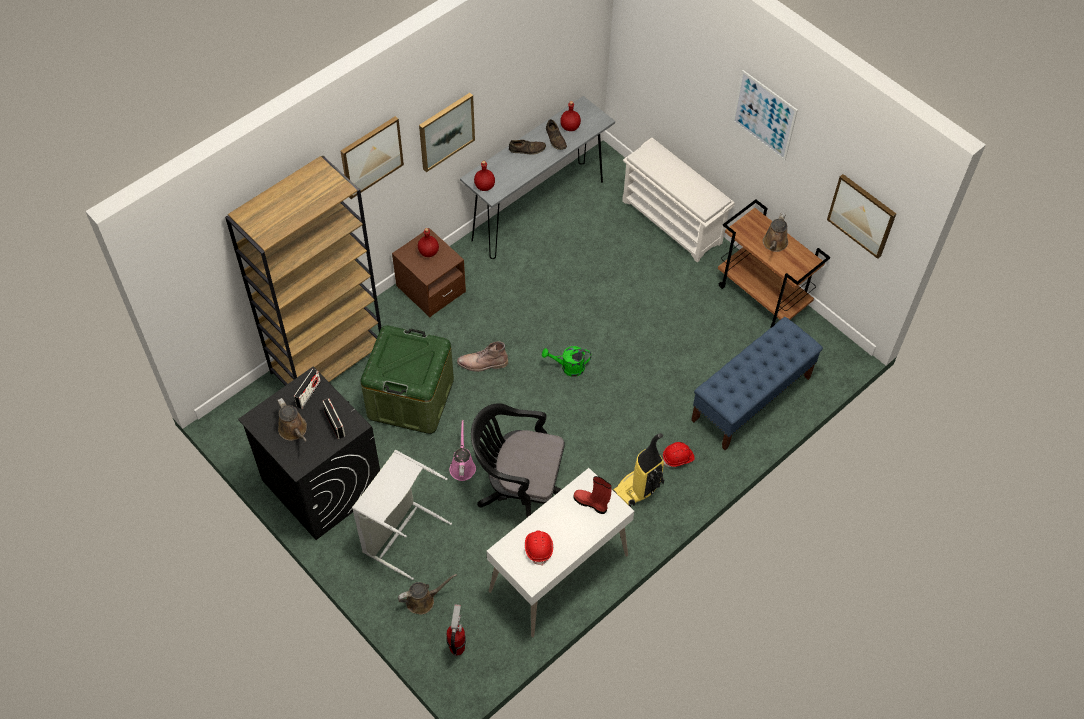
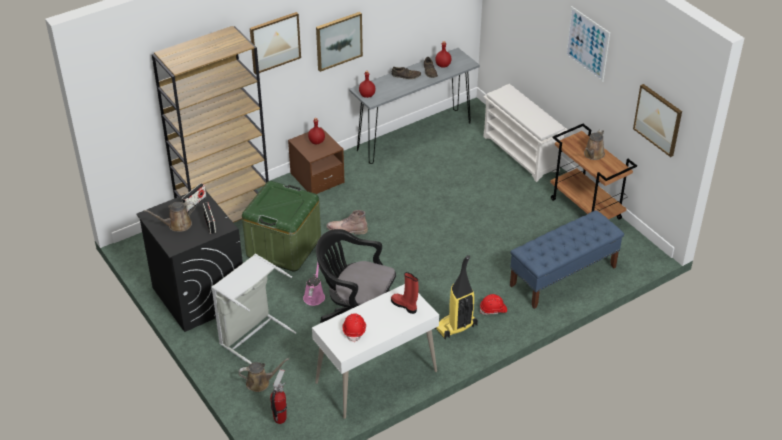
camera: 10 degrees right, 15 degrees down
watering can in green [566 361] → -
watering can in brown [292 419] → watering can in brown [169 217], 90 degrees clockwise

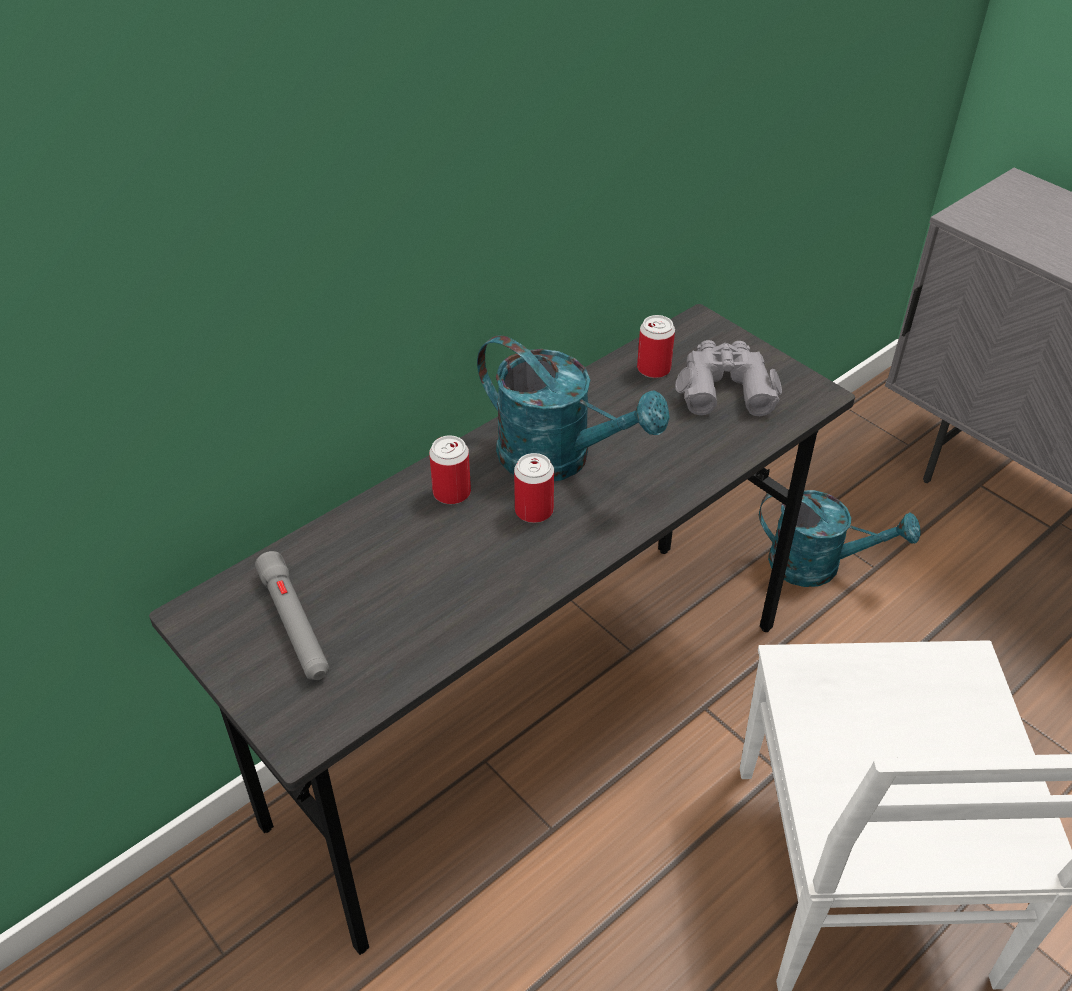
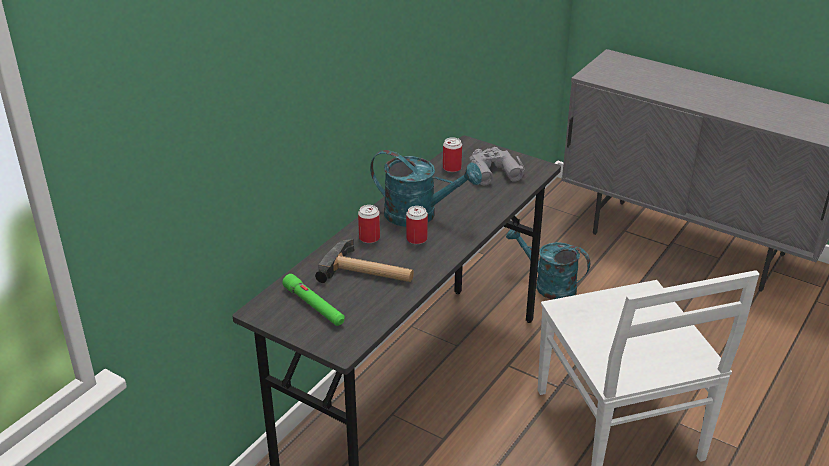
camera: 15 degrees left, 10 degrees down
- → hammer [364 261]
flashlight in grey [292 615] → flashlight in green [313 300]
watering can in turquoise [840 538] → watering can in turquoise [548 264], 150 degrees counterclockwise

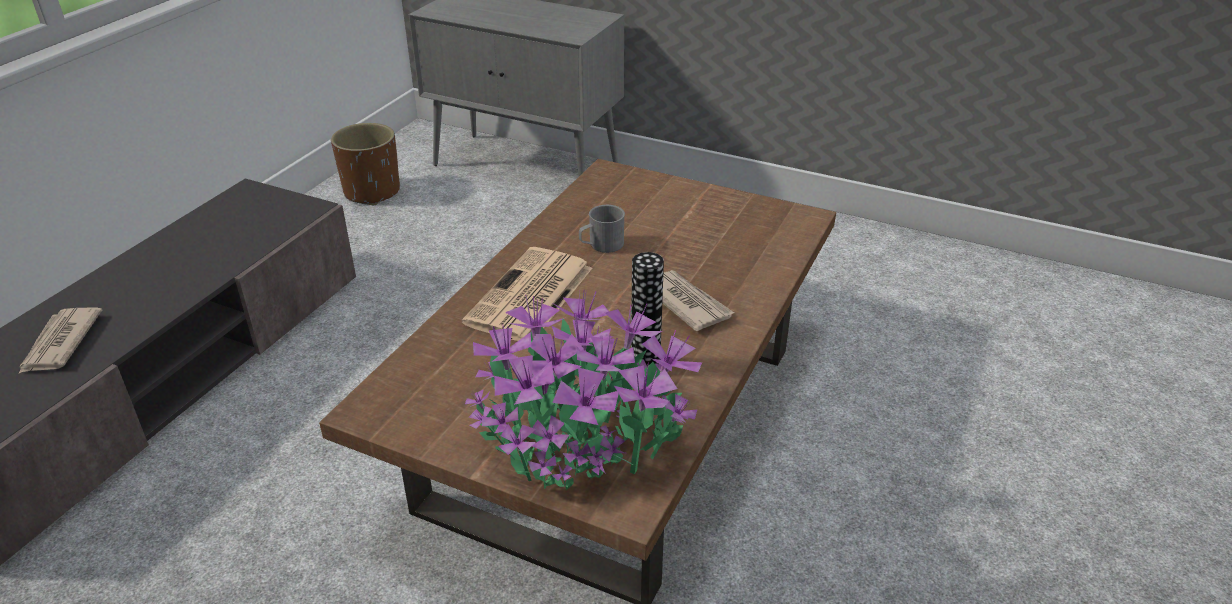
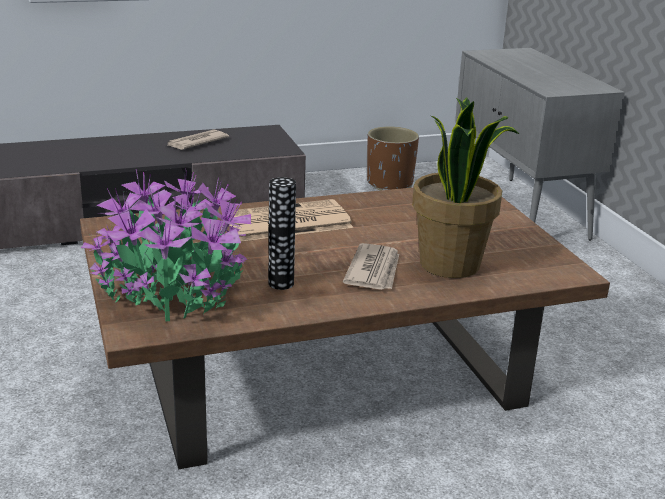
camera: 45 degrees right, 10 degrees down
mug in grey [602 229] → -
- → potted plant [465 187]
newspaper [60 340] → newspaper [198 140], moved

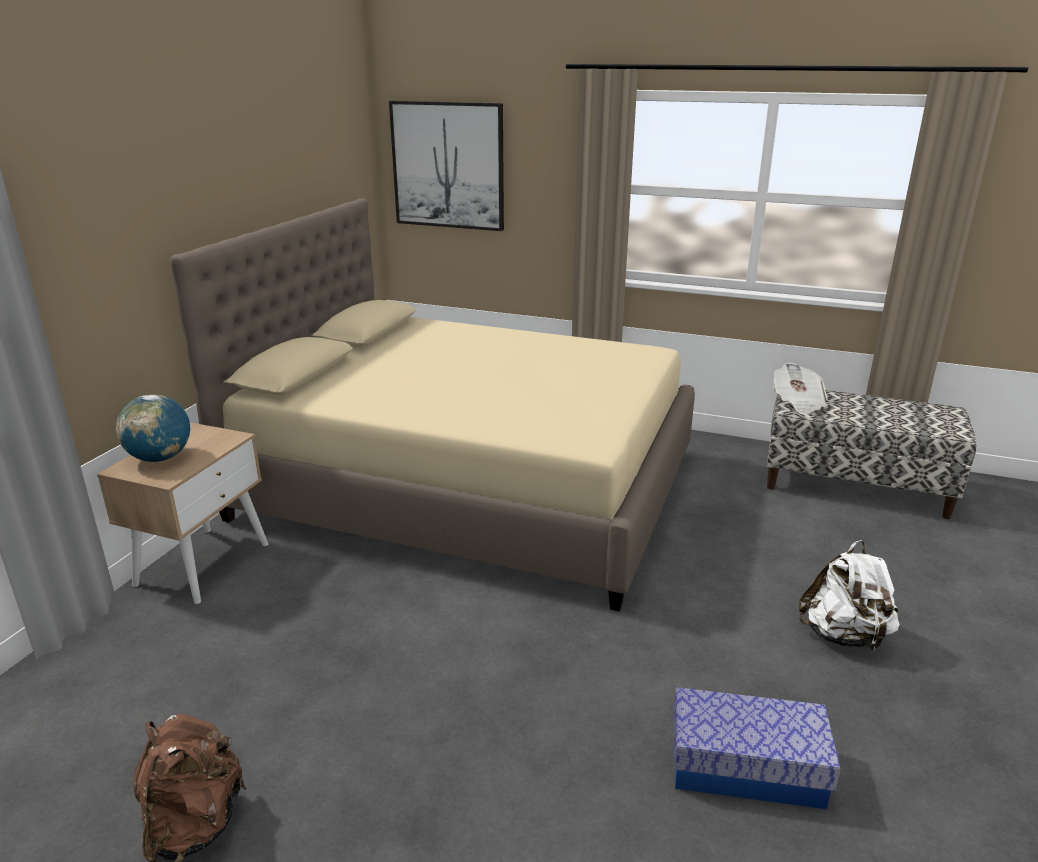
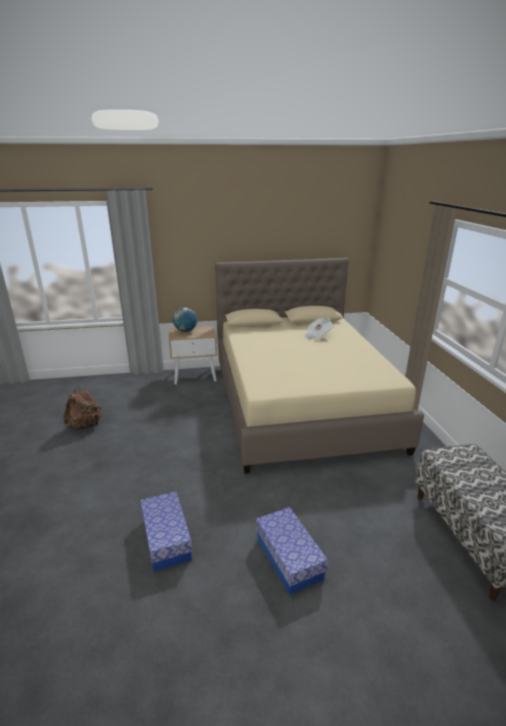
camera: 60 degrees right, 0 degrees up
picture [446 166] → -
newspaper [801 389] → newspaper [318 329], moved
backpack in white [849 595] → storage box [292 551]

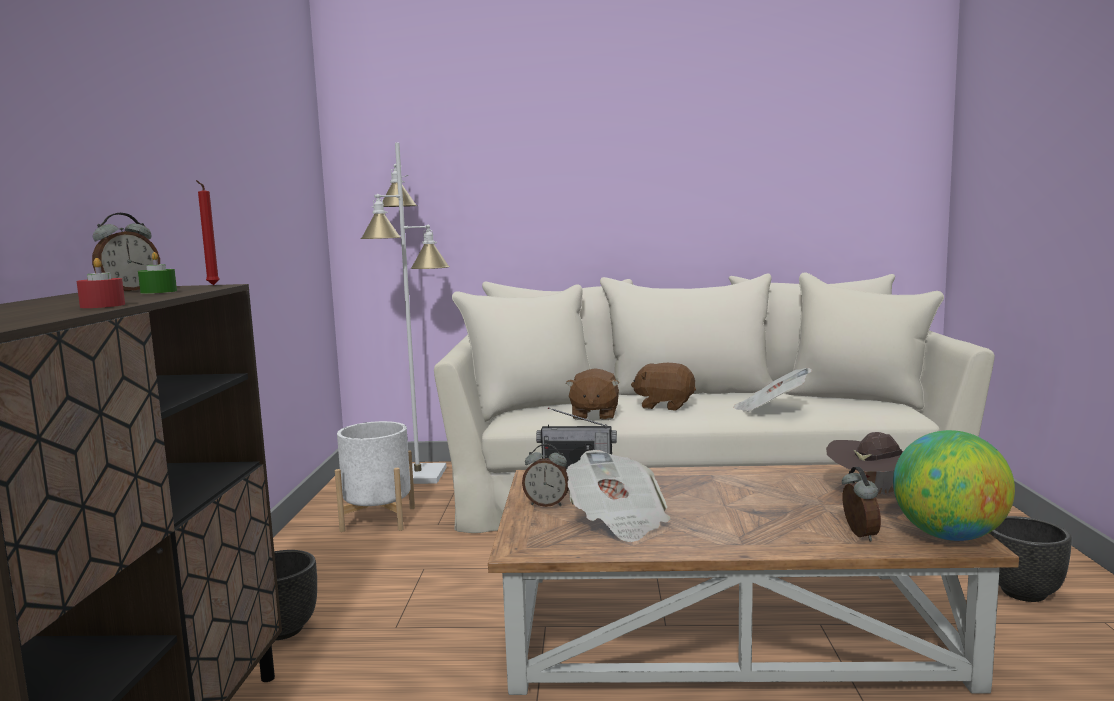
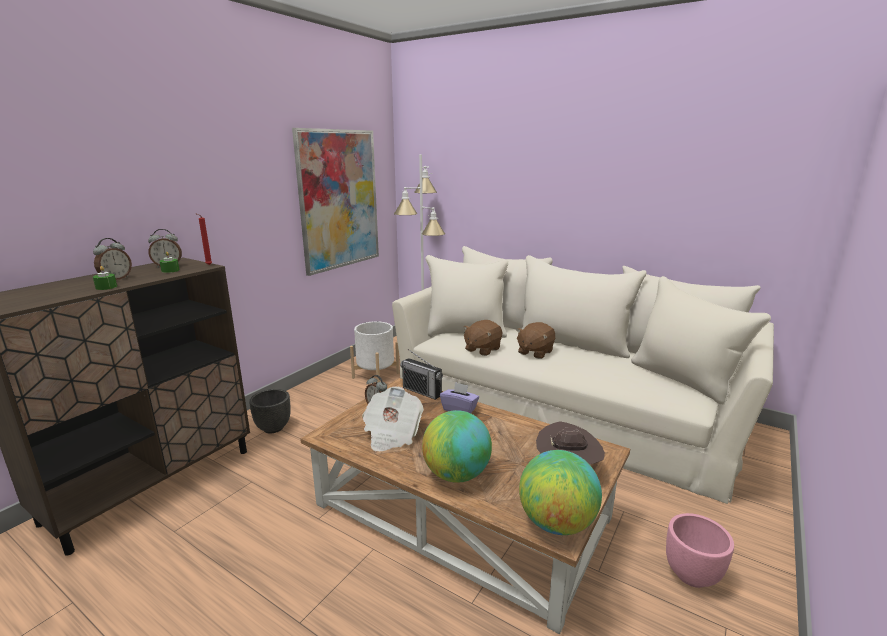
camera: 30 degrees right, 10 degrees up
newspaper [772 390] → -
- → picture [335 202]
- → globe [457 446]
- → tissue box in purple [459 397]
alarm clock [861 503] → alarm clock [112 259], moved
candle in red [100 283] → candle in green [105 278]
planter in black [1031 559] → planter in pink [700 550]
plush toy in brown [663 387] → plush toy in brown [535 340], 105 degrees counterclockwise

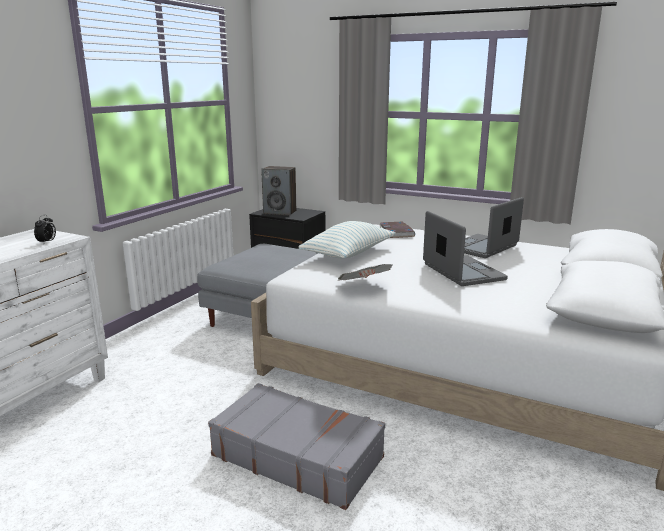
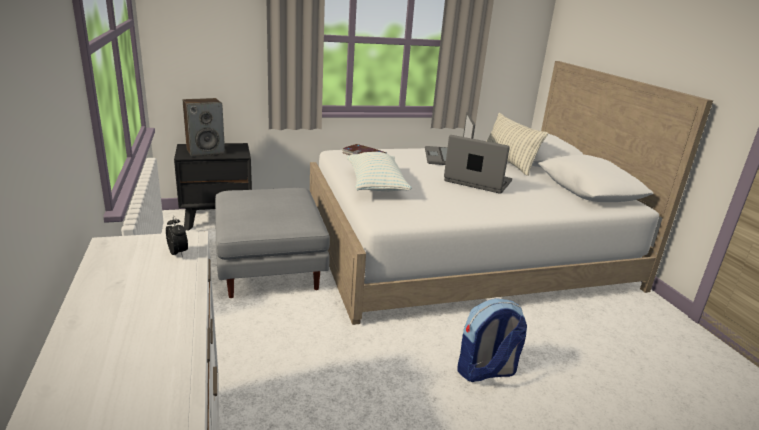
camera: 45 degrees left, 5 degrees up
newspaper [364 272] → -
- → pillow [517 144]
suitcase in grey [296 446] → backpack [492 340]

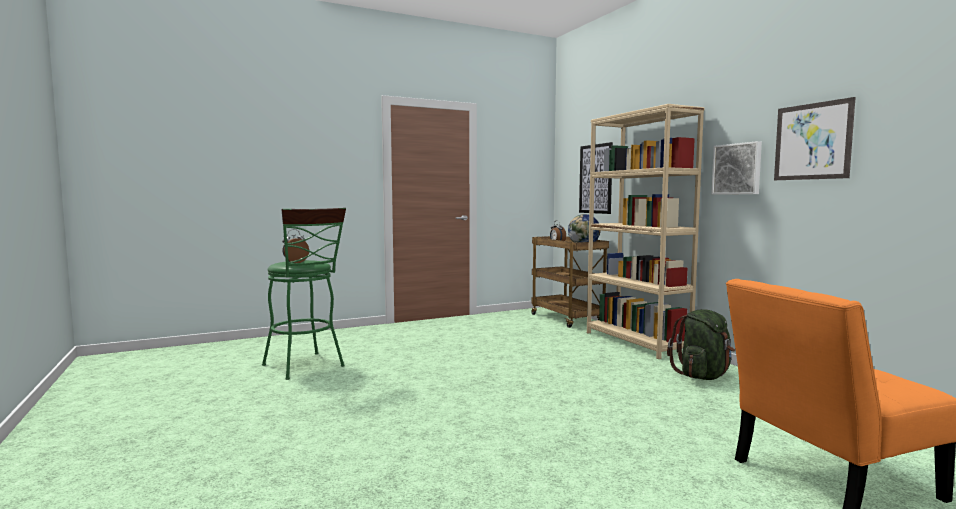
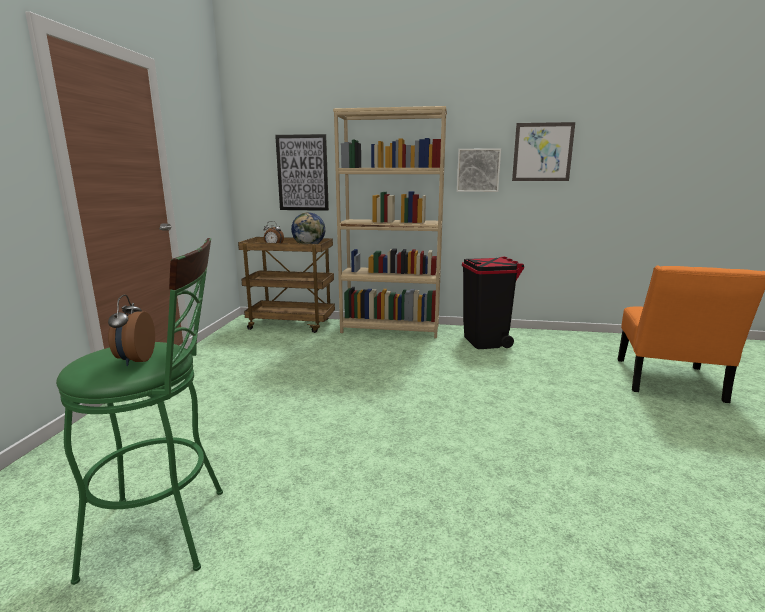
camera: 55 degrees left, 10 degrees up
backpack in green [701 344] → trash can in black [493 303]

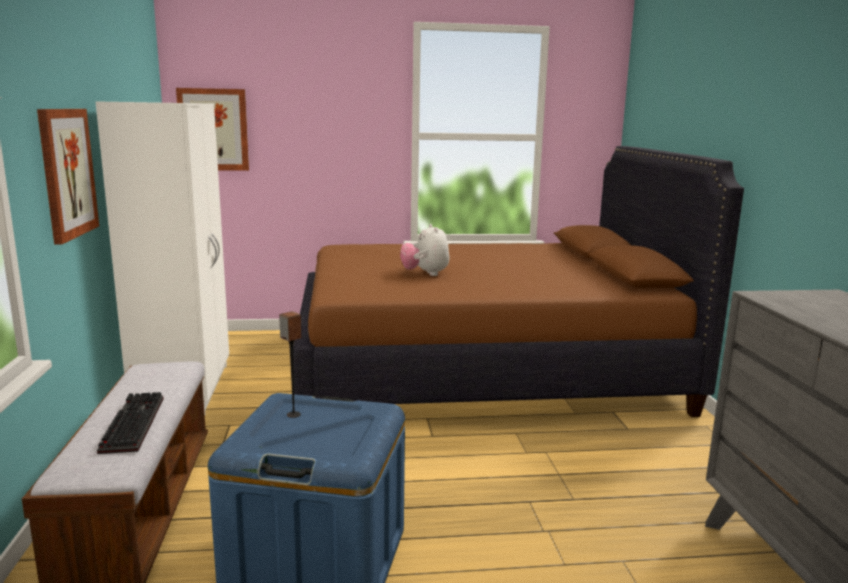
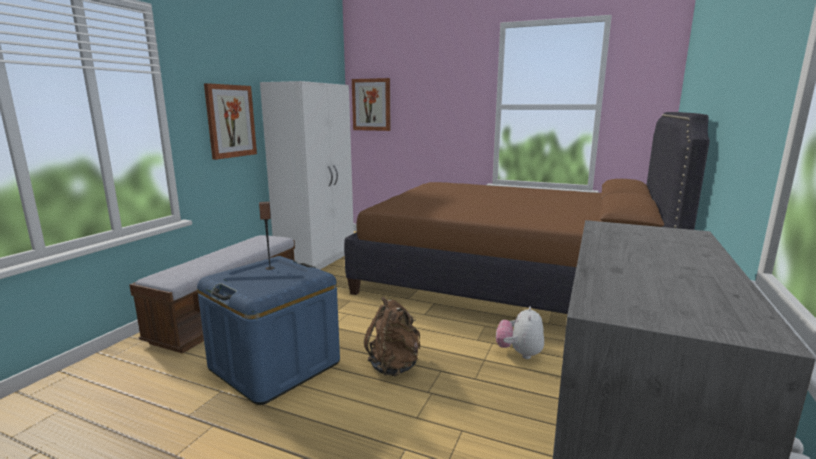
camera: 30 degrees right, 0 degrees up
keyboard [130 423] → -
- → backpack in brown [392 336]
plush toy [425 250] → plush toy [520 332], moved

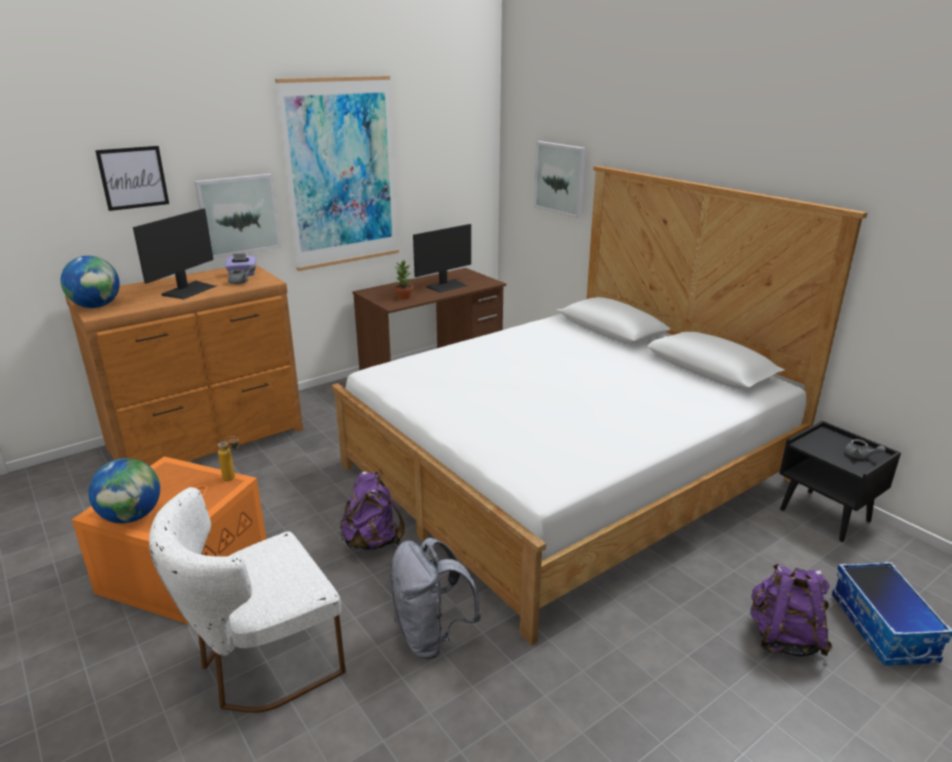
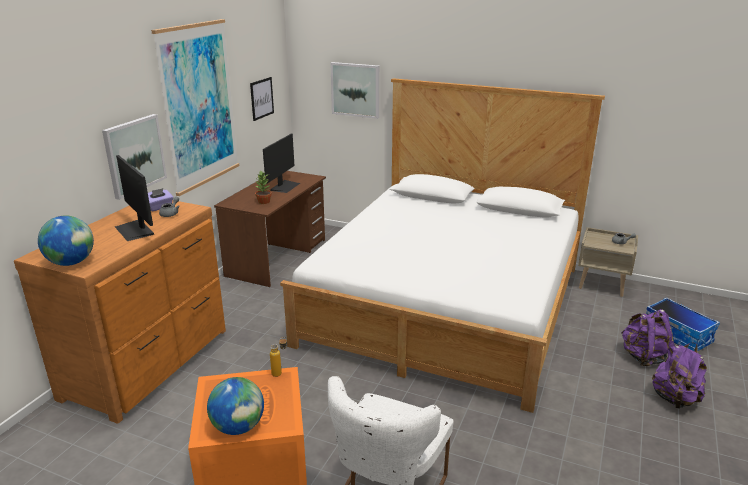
camera: 30 degrees left, 0 degrees up
backpack in grey [435 598] → -
picture [132 178] → picture [262 99], moved
backpack in purple [372 510] → backpack in purple [679 376], moved
nightstand in black [840 481] → nightstand in beige [608 262]
monitor [174 254] → monitor [134 198], 150 degrees clockwise

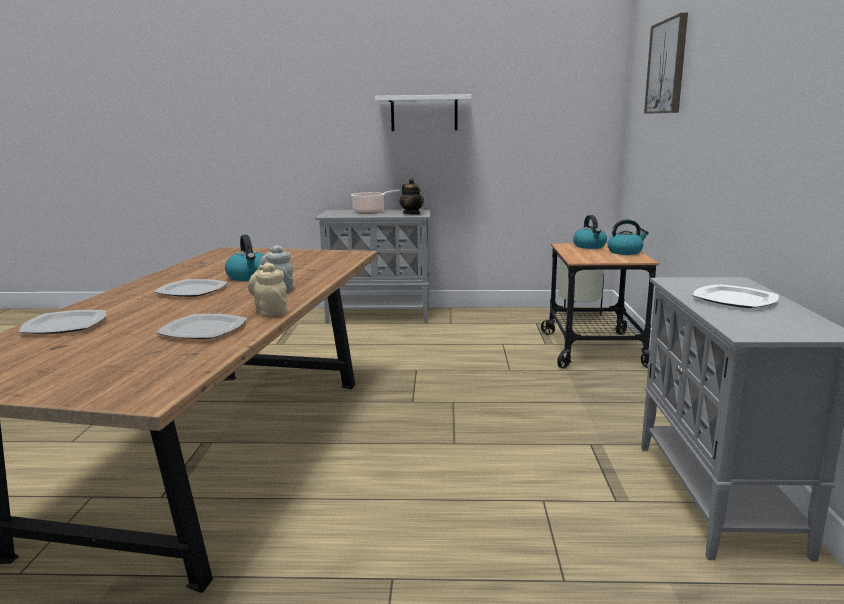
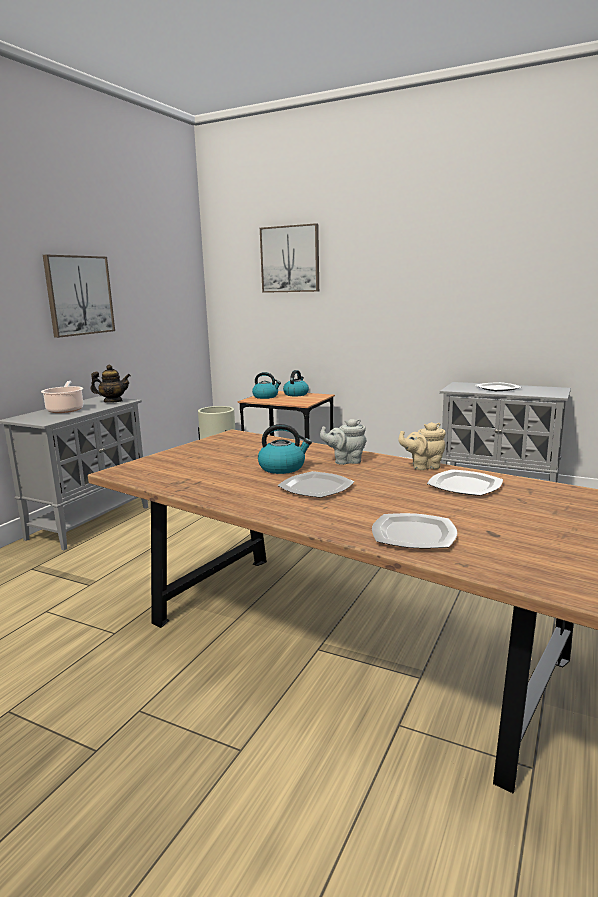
camera: 65 degrees left, 0 degrees up
shelf in white [423 112] → picture [79 296]

